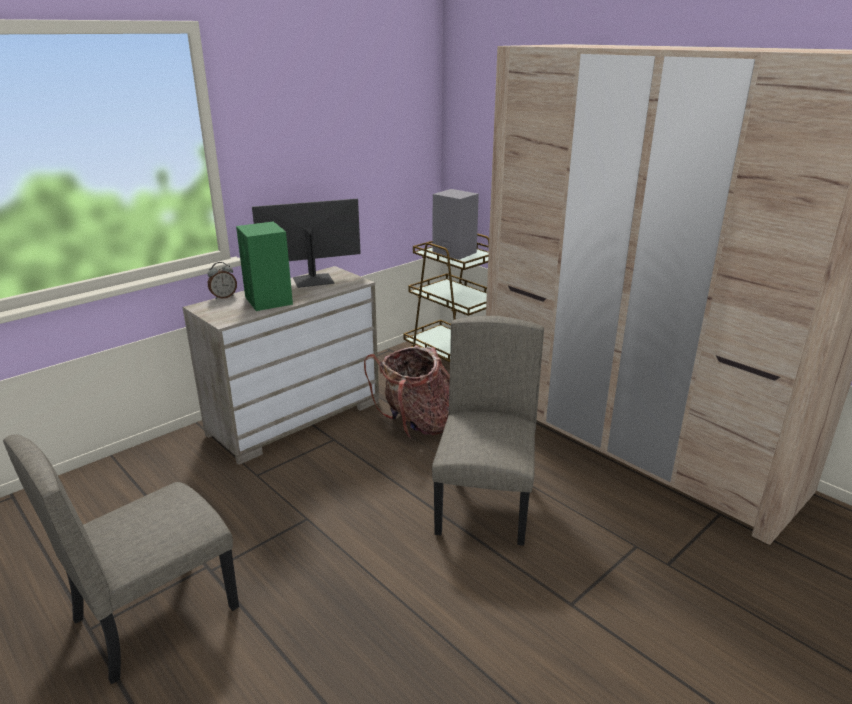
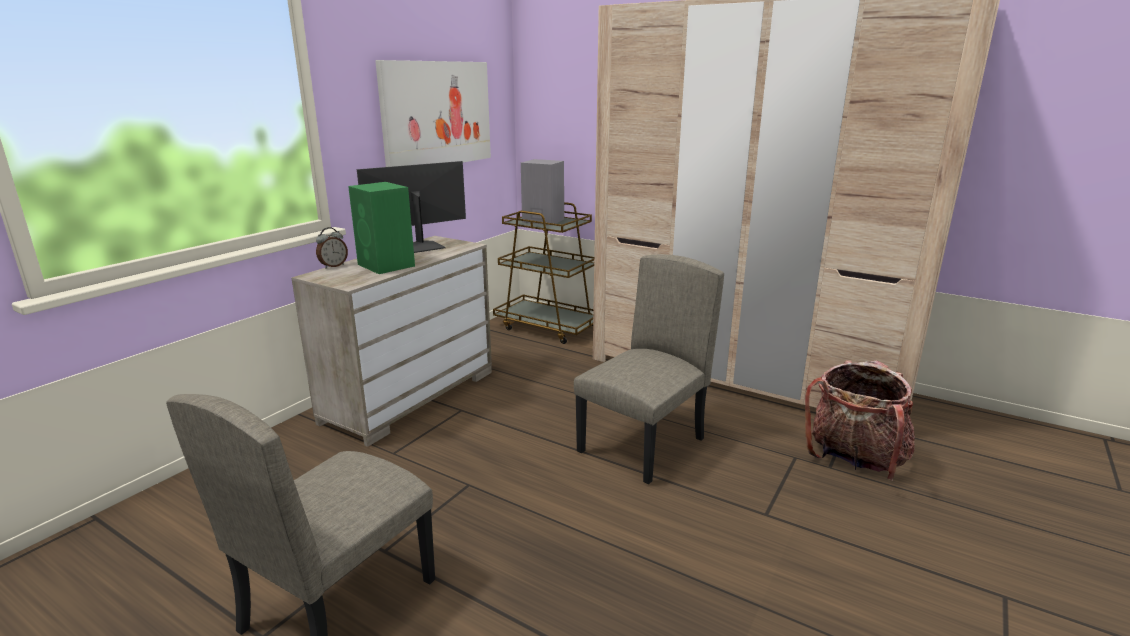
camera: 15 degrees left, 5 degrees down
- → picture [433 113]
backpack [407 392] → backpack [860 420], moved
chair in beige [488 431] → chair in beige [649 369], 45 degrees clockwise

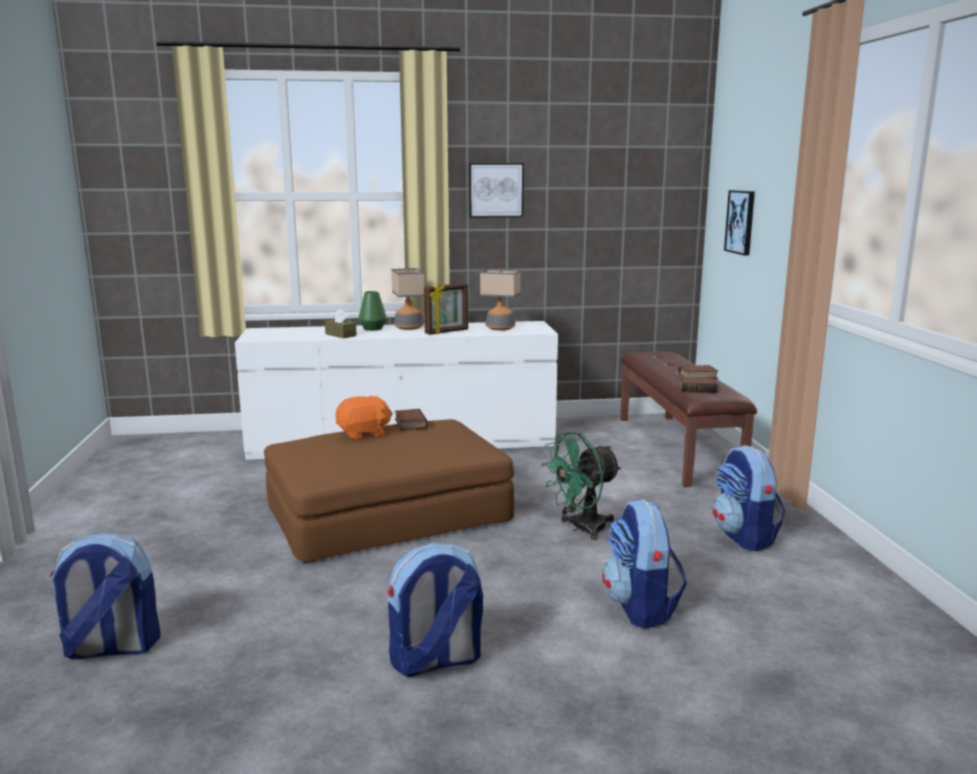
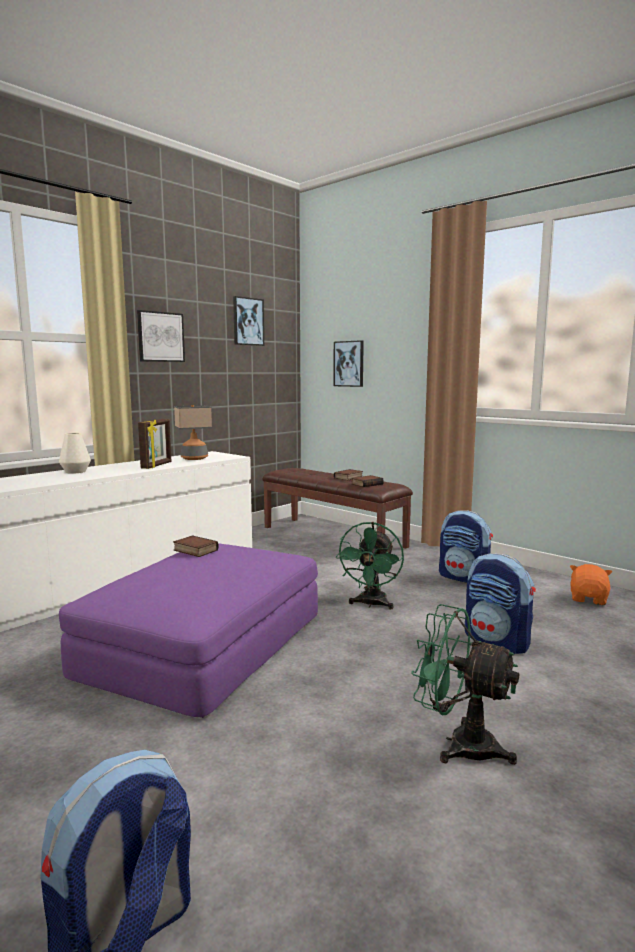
camera: 40 degrees left, 5 degrees down
tissue box in brown [341 323] → -
table lamp [407 299] → -
- → picture [248 321]
plush toy in orange [364 418] → plush toy in orange [591 584], moved
backpack [435 610] → fan in green [465 684]
ottoman in brown [389 491] → ottoman in purple [188 630]
vase in green [372 311] → vase in white [75 453]

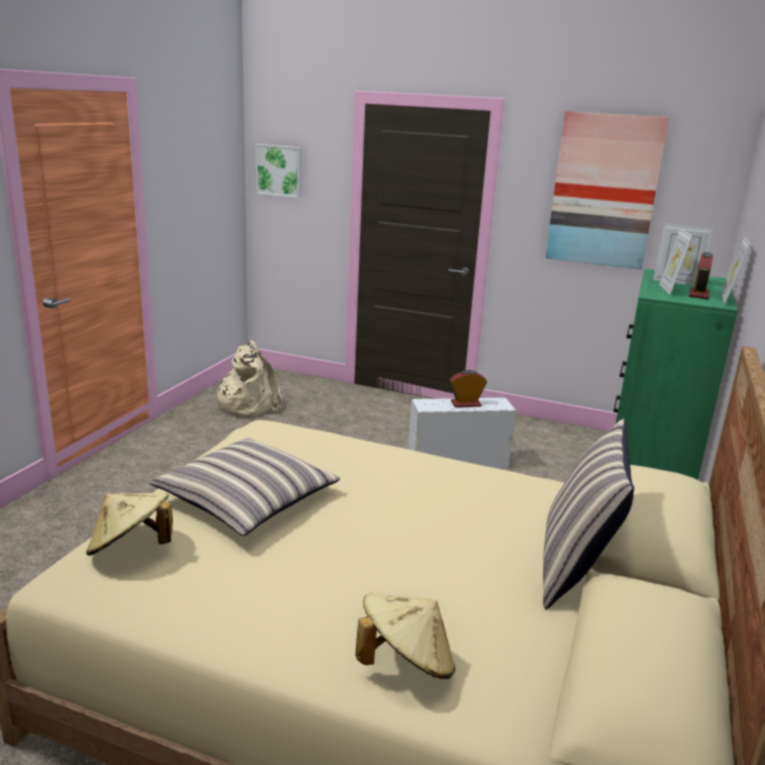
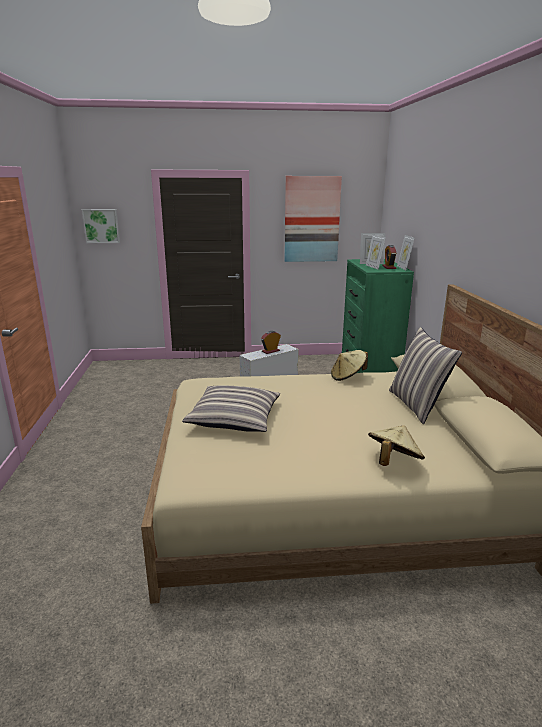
camera: 25 degrees left, 0 degrees up
backpack in beige [247 379] → -
hat in beige [129 524] → hat in beige [349 365], moved

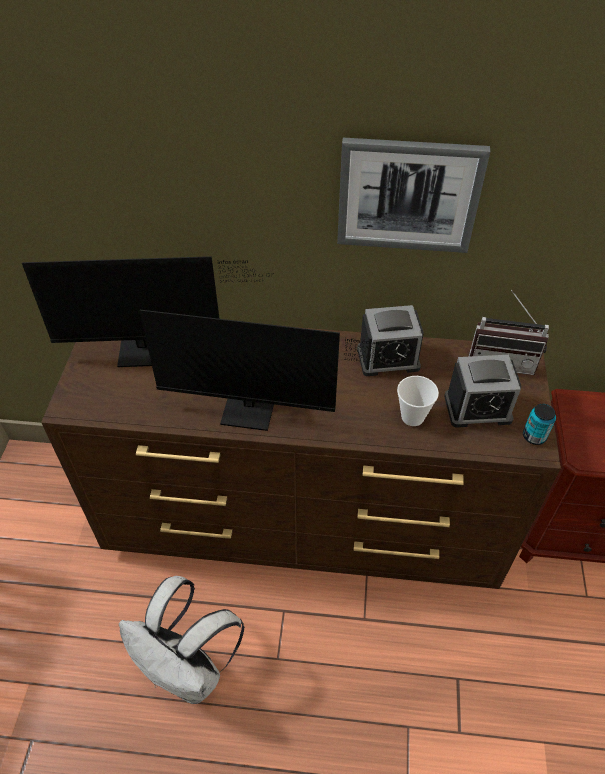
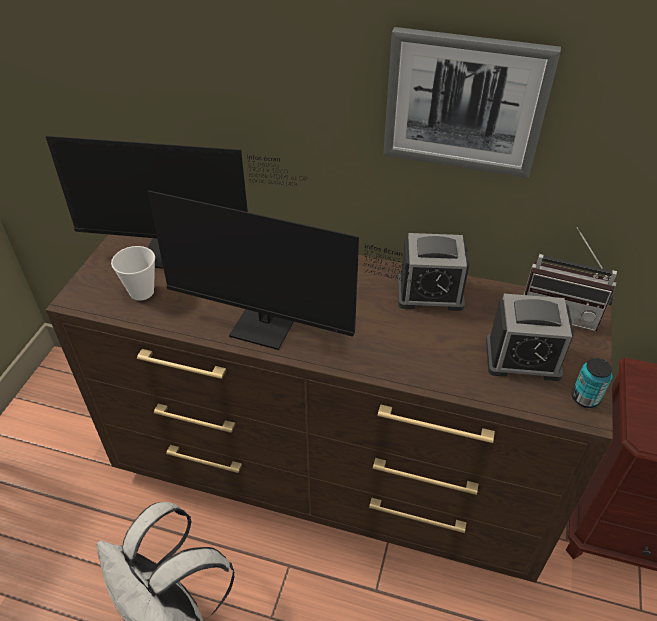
camera: 10 degrees right, 5 degrees down
cup [418 401] → cup [133 273], moved

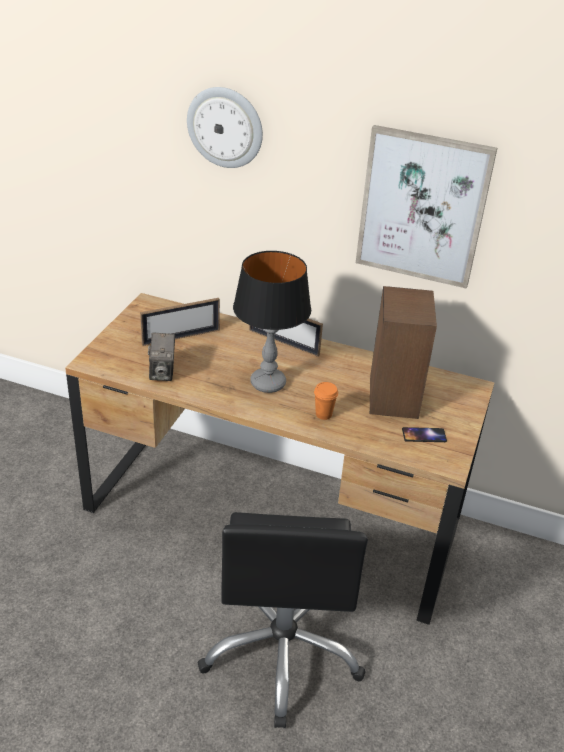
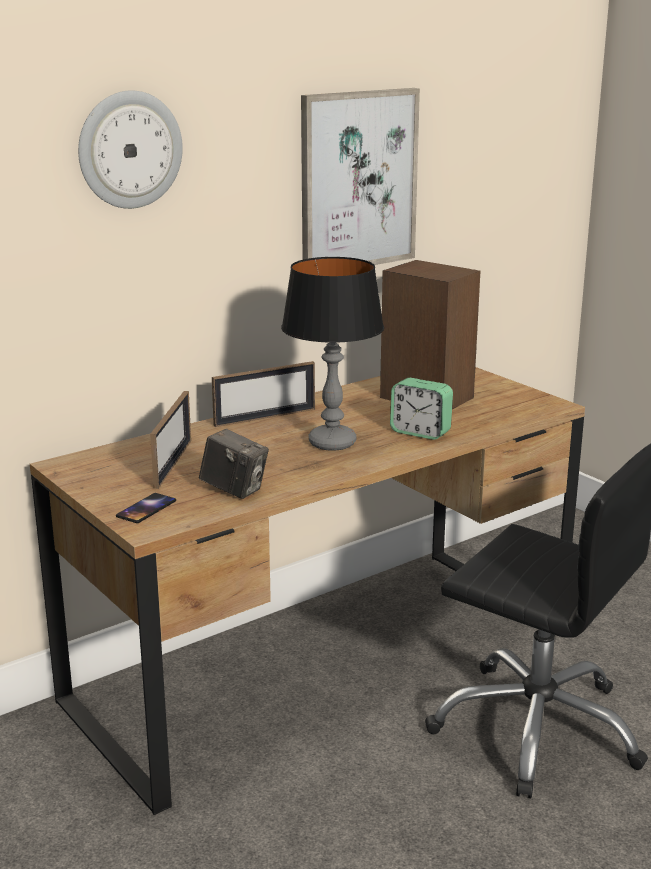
camera: 55 degrees left, 15 degrees down
phone [424 434] → phone [146 508], moved
cup in orange [326 401] → alarm clock [421 409]

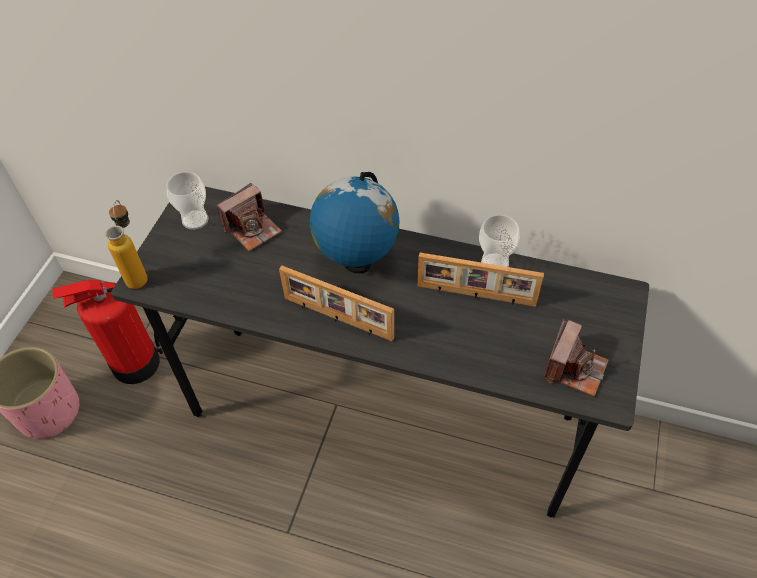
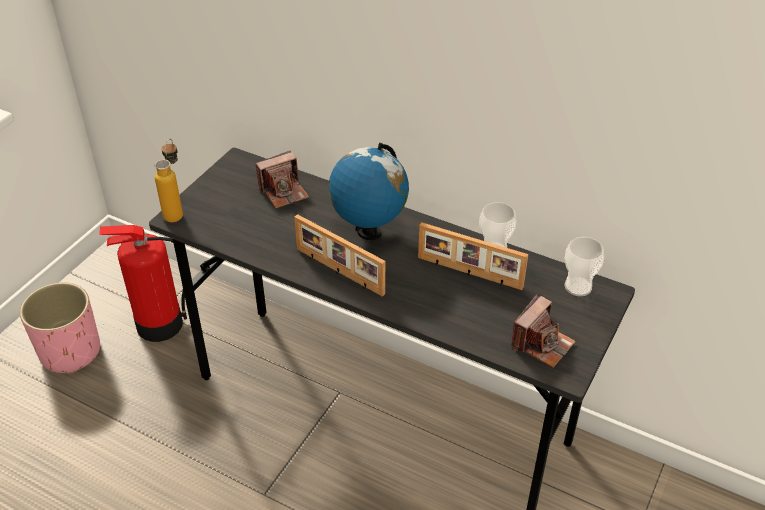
camera: 10 degrees right, 10 degrees down
cup [188 201] → cup [584 266], moved

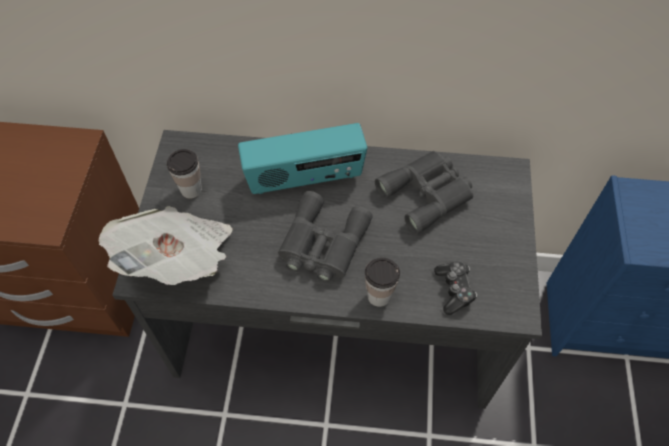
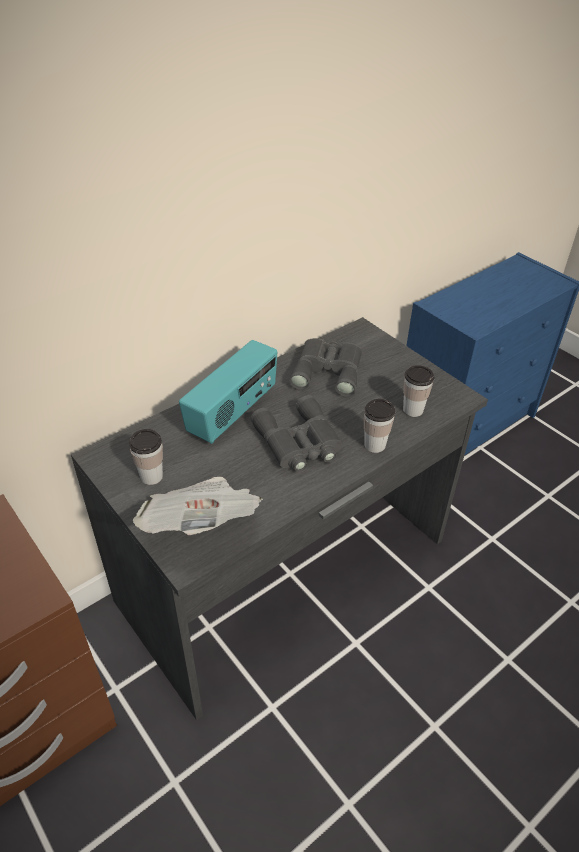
camera: 45 degrees left, 15 degrees down
game controller [455 288] → cup [418 391]

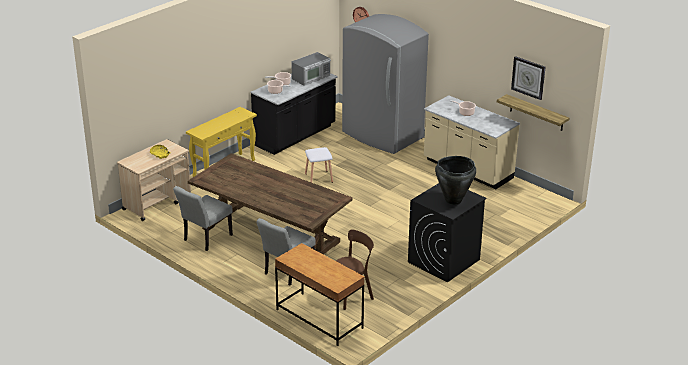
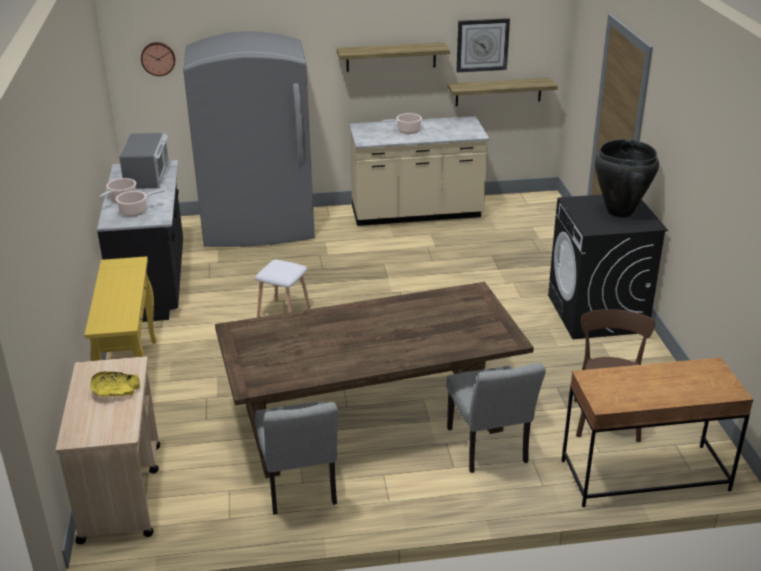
camera: 50 degrees left, 0 degrees up
- → shelf [393 57]

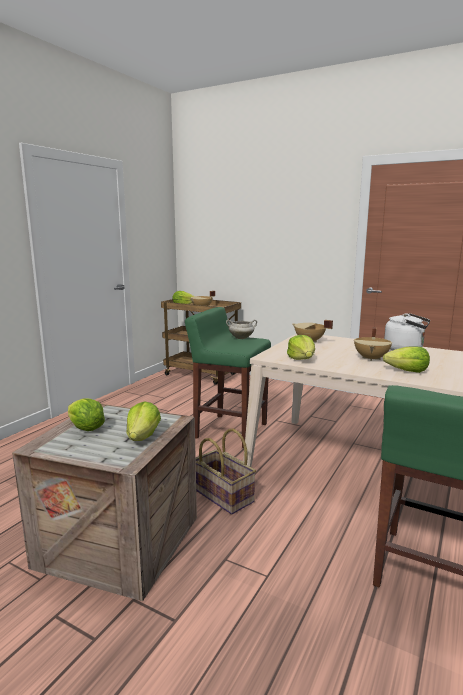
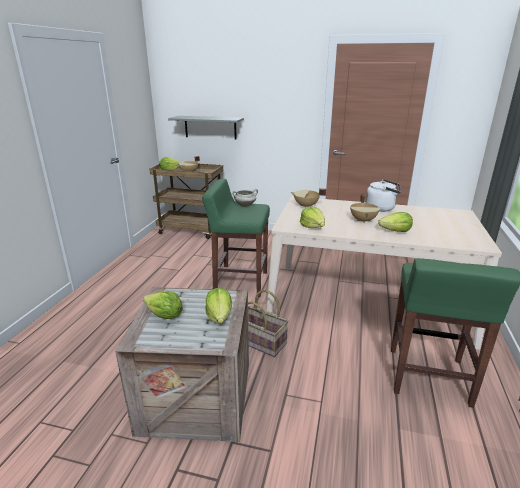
camera: 15 degrees left, 10 degrees up
- → shelf in grey [206 127]

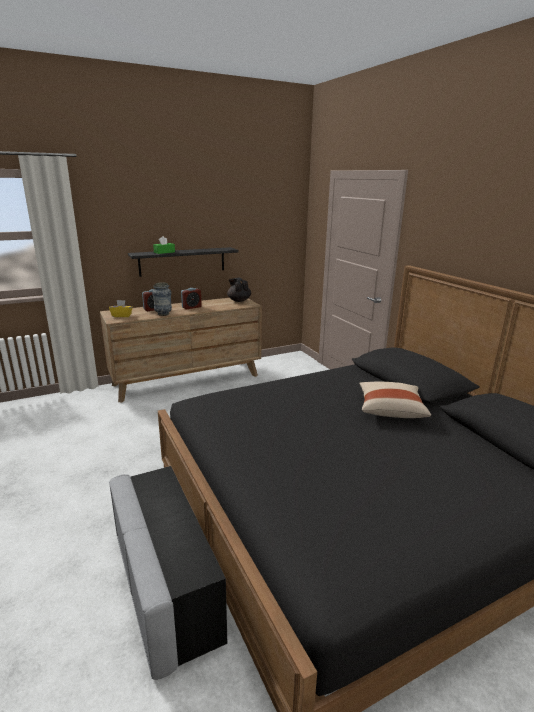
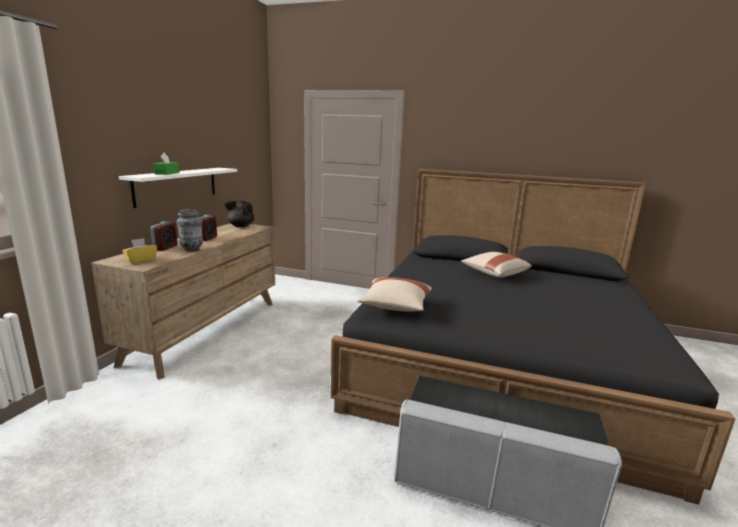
camera: 45 degrees left, 5 degrees down
- → pillow in beige [395 294]
shelf in black [183 262] → shelf in white [178 188]

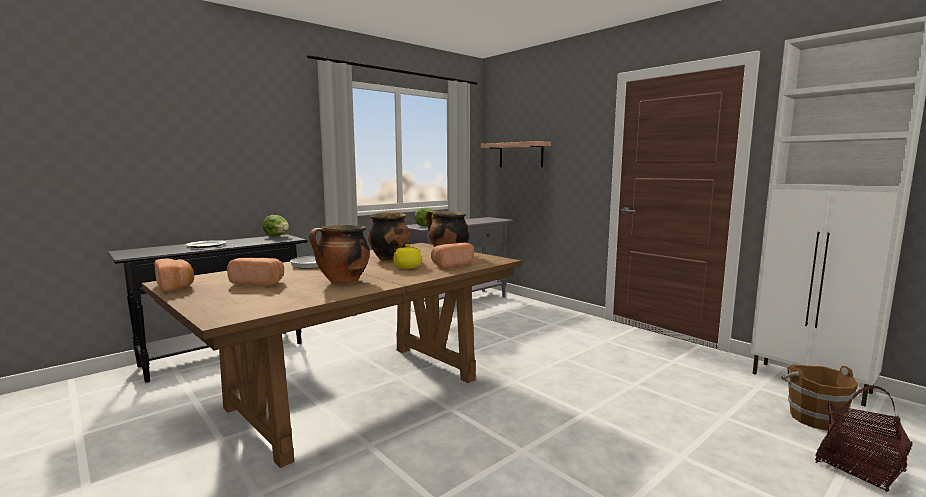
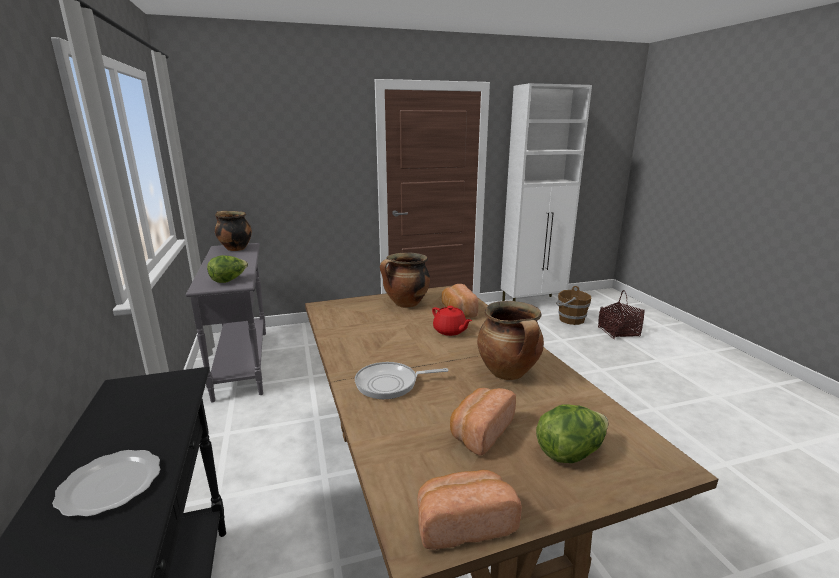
camera: 65 degrees left, 10 degrees up
shelf [516 154] → -
lettuce [276 226] → lettuce [572 434], moved
cooking pot [389 236] → cooking pot [233 231], moved
teapot in yellow [407 256] → teapot in red [452 321]

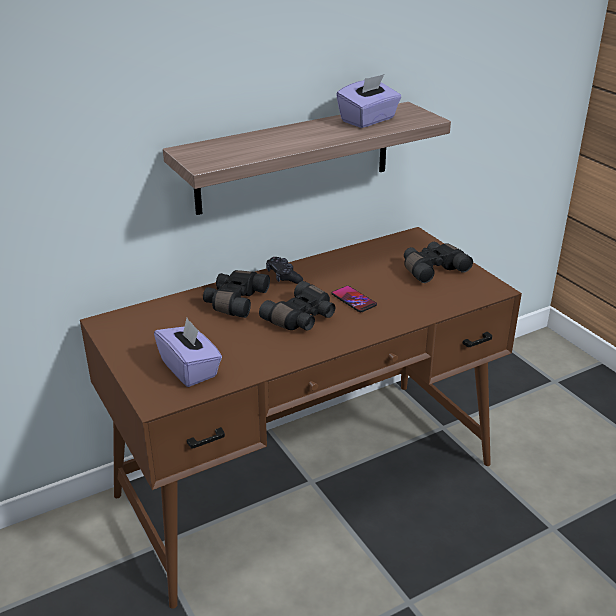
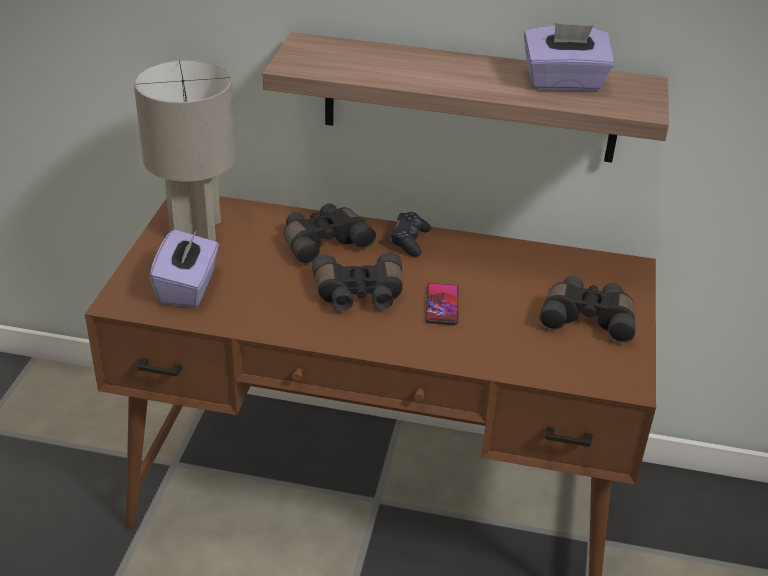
camera: 40 degrees right, 5 degrees up
- → table lamp in grey [185 150]

